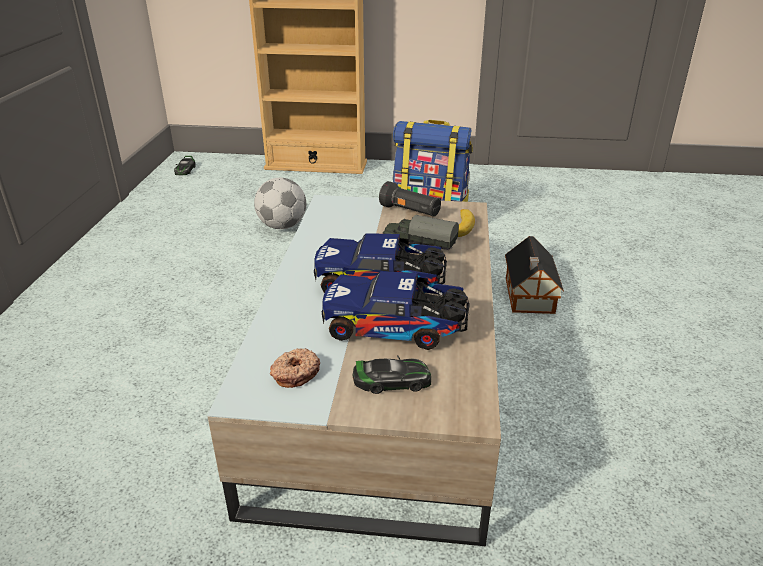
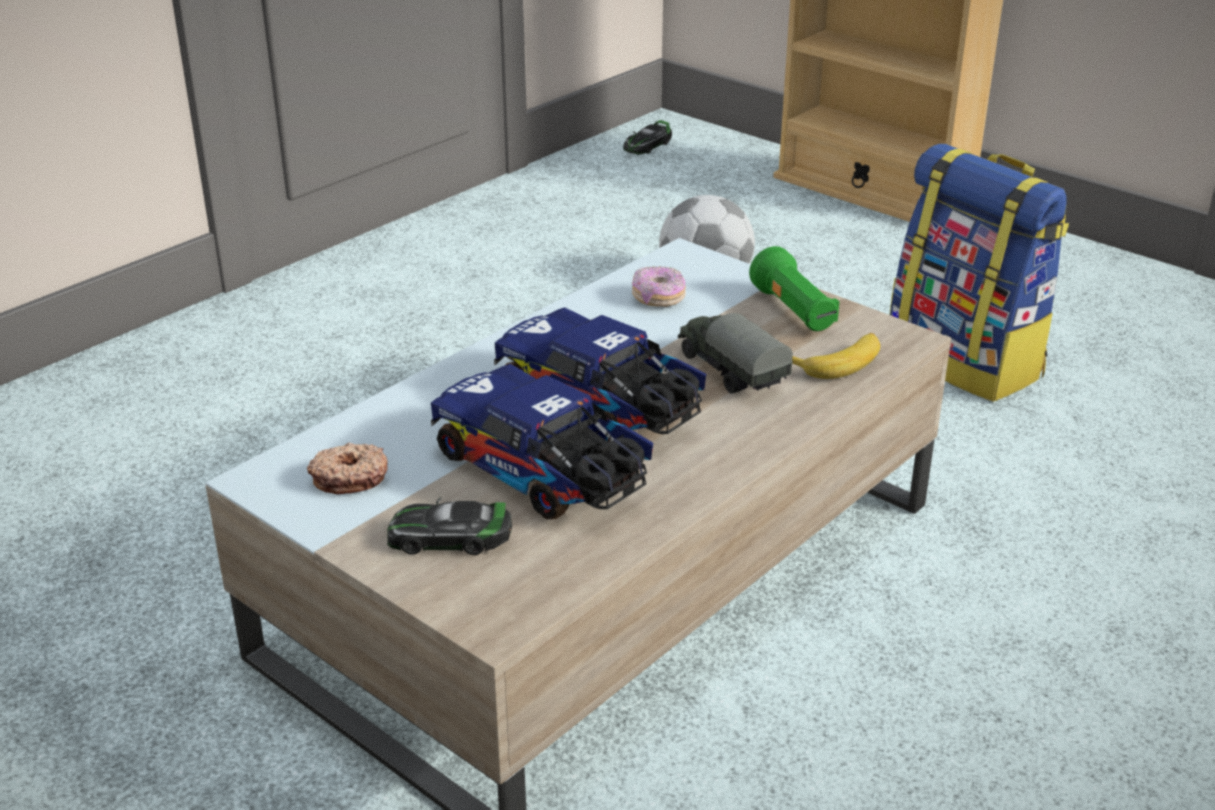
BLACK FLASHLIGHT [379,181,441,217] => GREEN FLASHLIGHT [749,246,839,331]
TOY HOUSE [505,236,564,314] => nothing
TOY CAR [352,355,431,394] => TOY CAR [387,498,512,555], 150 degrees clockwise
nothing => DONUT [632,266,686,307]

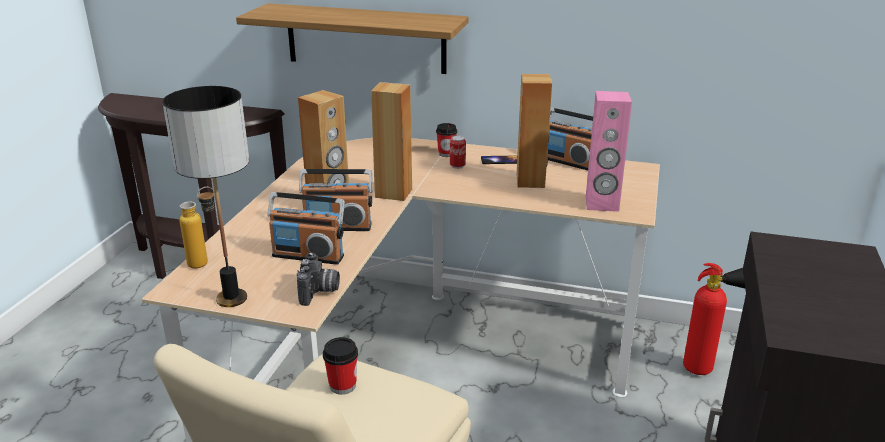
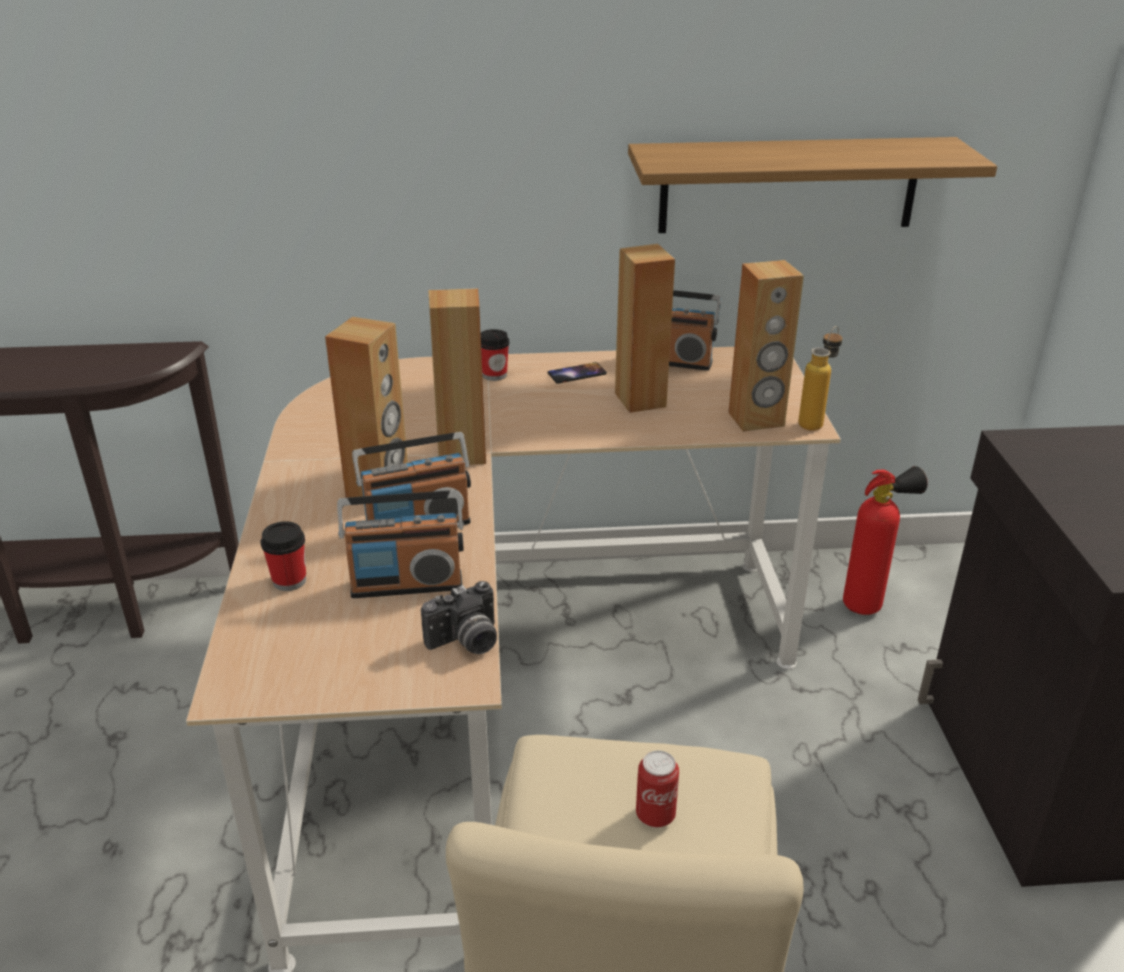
SHELF [236,3,469,74] => SHELF [628,137,997,233], move
TABLE LAMP [162,86,249,307] => nothing
PINK SPEAKER [586,91,632,212] => BROWN SPEAKER [728,260,804,432]
CAN [450,135,466,169] => CAN [636,750,679,828], move
BOTTLE [179,187,215,268] => BOTTLE [798,326,842,431], move
PHOTO CAMERA [297,252,340,306] => PHOTO CAMERA [421,581,497,654], 75 degrees clockwise
CUP [323,337,358,395] => CUP [260,521,306,591], move

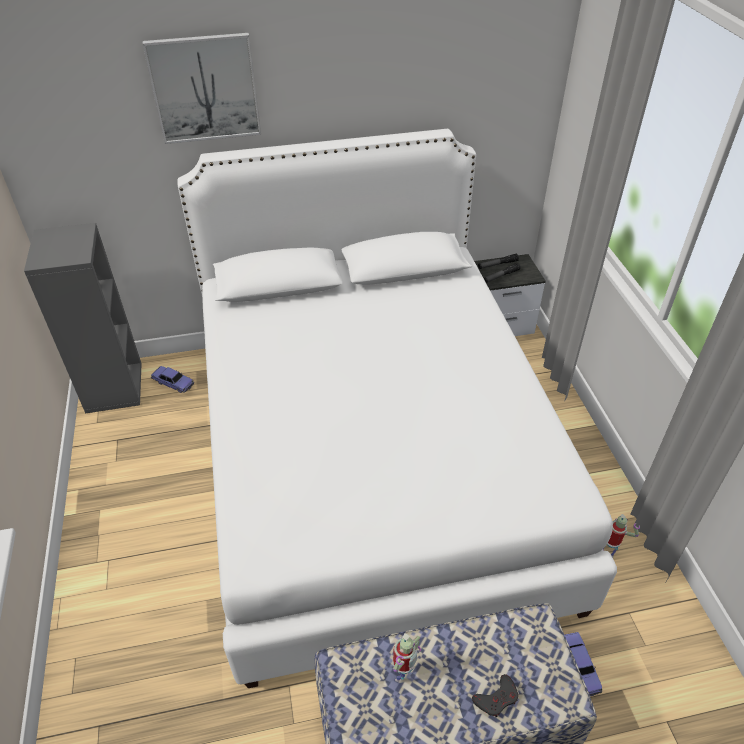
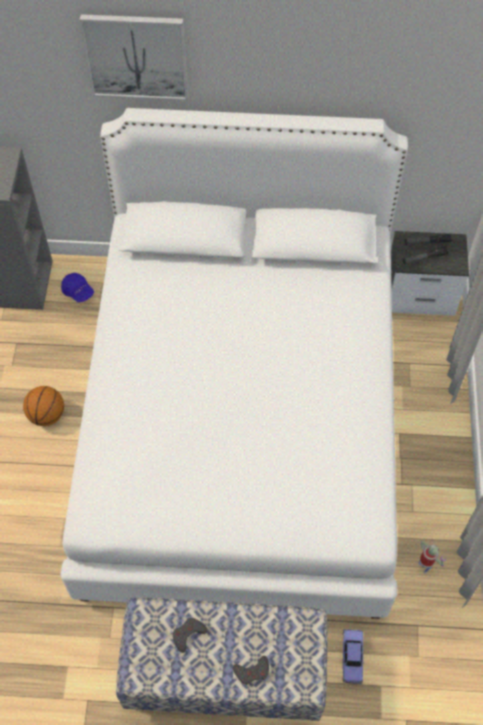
TOY CAR [151,366,195,393] => BLUE CAP [61,273,94,303]
TOY ROBOT [393,634,421,682] => GREY GAME CONTROLLER [173,618,207,653]
nothing => BASKETBALL [23,386,64,426]

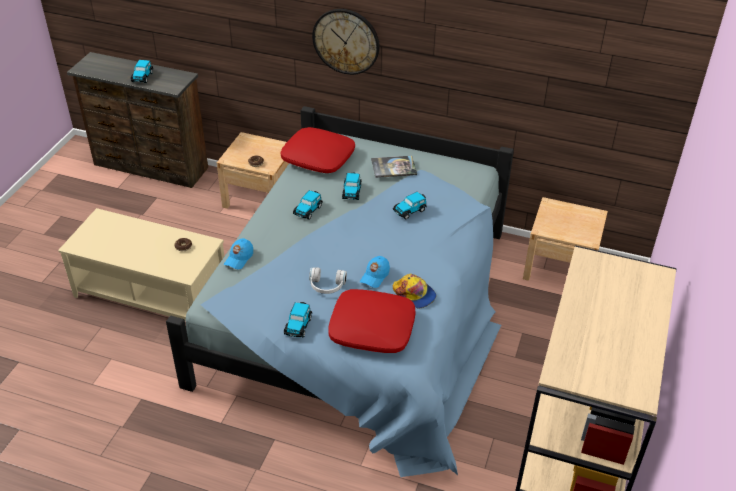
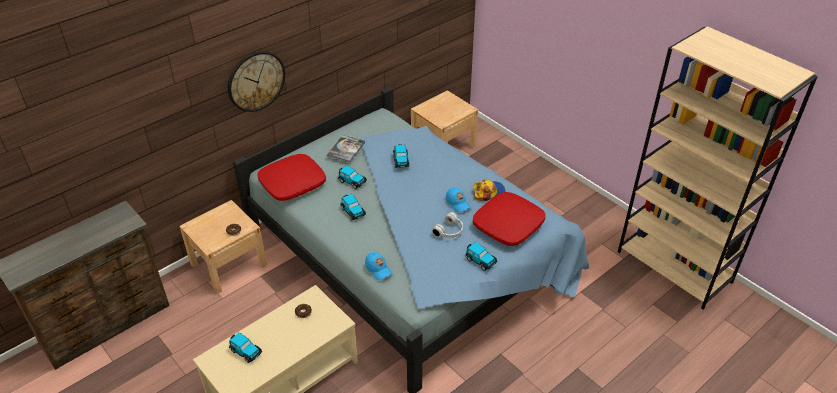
TOY CAR [130,60,153,83] => TOY CAR [229,332,262,363], move

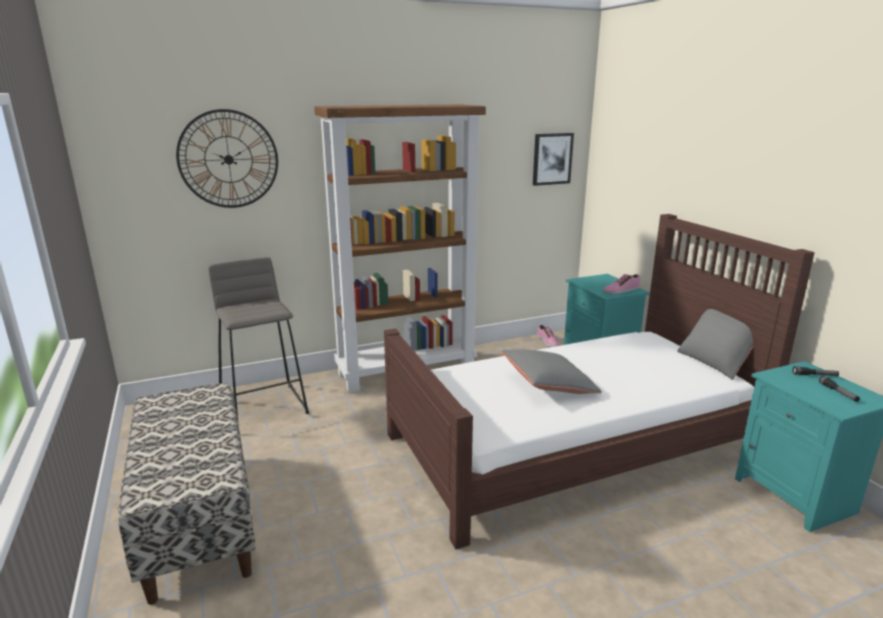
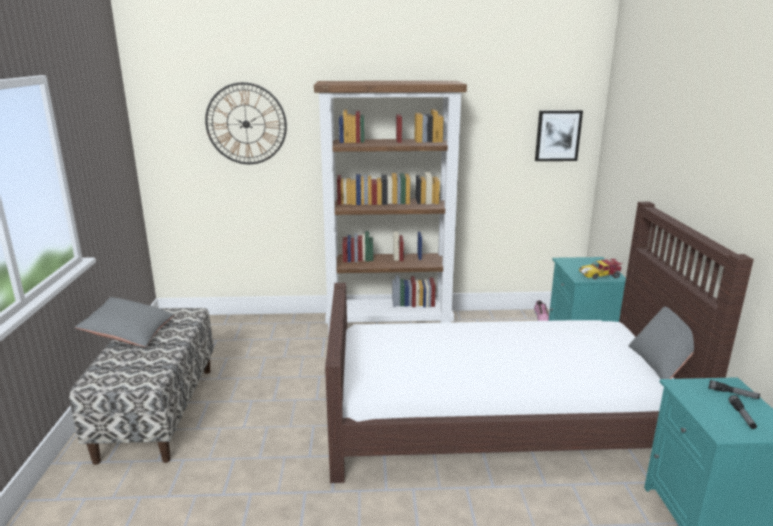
GREY STOOL [209,257,309,419] => nothing
SHOE [603,274,640,294] => TOY CAR [579,259,623,280]
GREY PILLOW [502,349,602,394] => GREY PILLOW [75,297,174,347], move

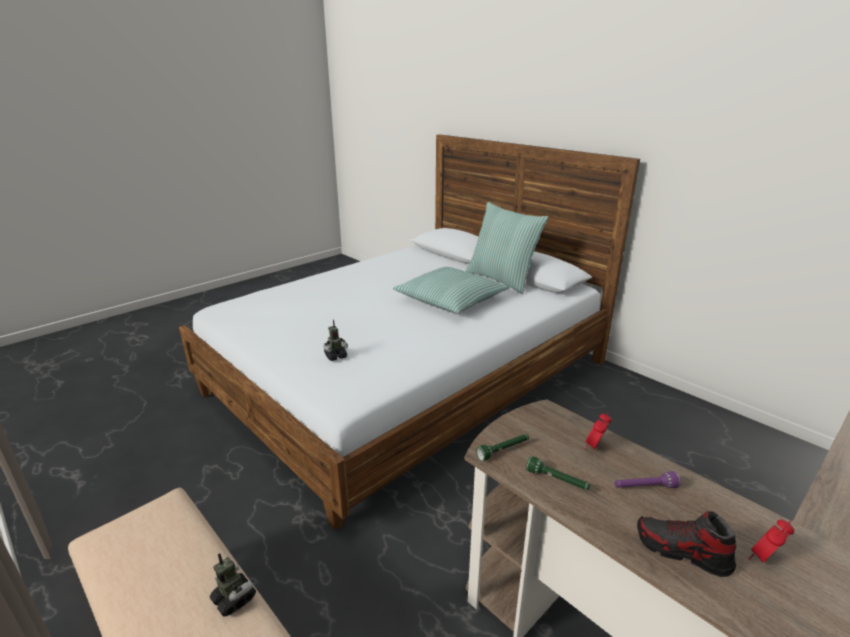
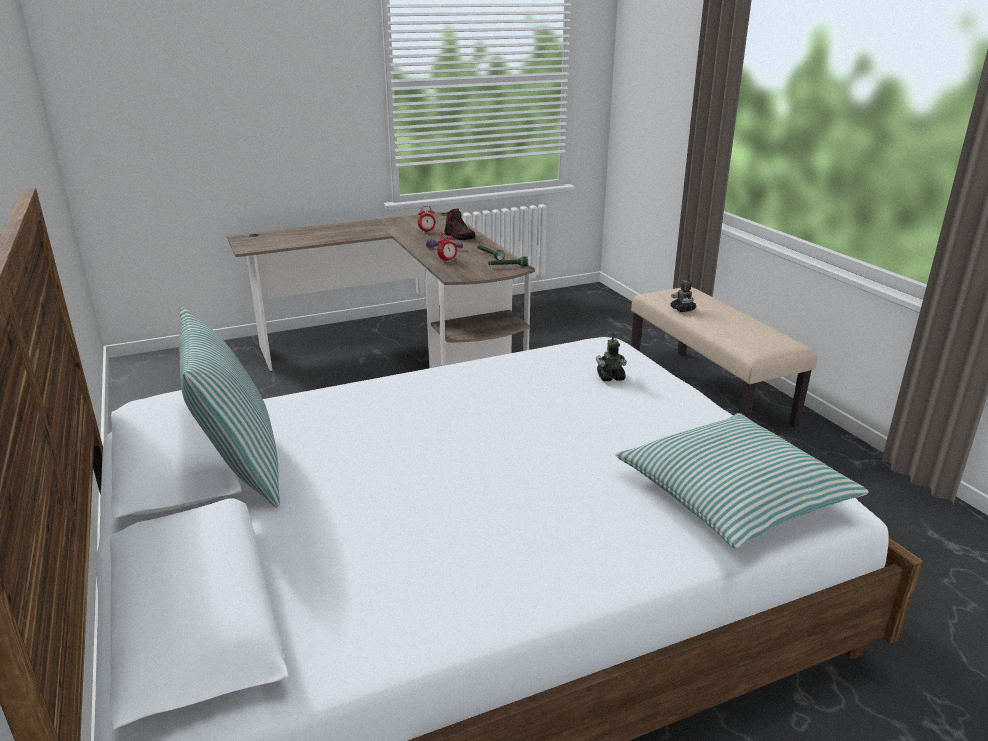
PILLOW [393,267,509,313] => PILLOW [616,413,869,548], move

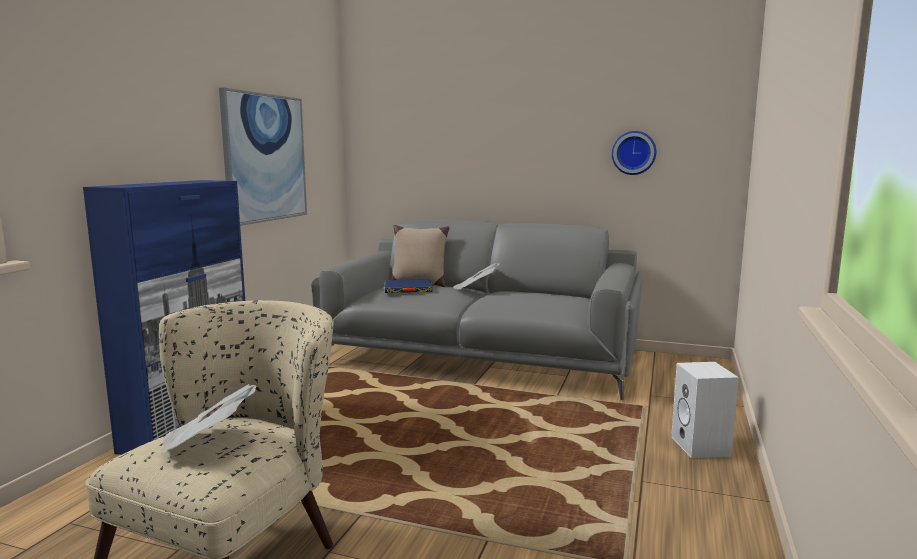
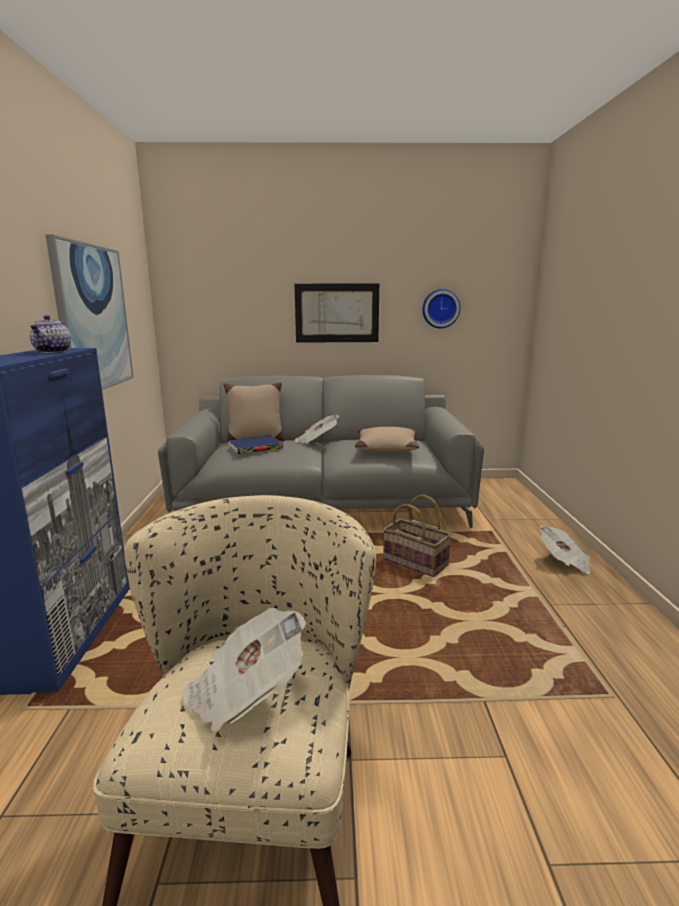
WHITE SPEAKER [671,362,739,458] => NEWSPAPER [540,525,591,574]
nothing => PICTURE [294,283,379,343]
nothing => TEAPOT [29,315,71,353]
nothing => BEIGE PILLOW [355,427,419,452]
nothing => BASKET [383,495,452,577]

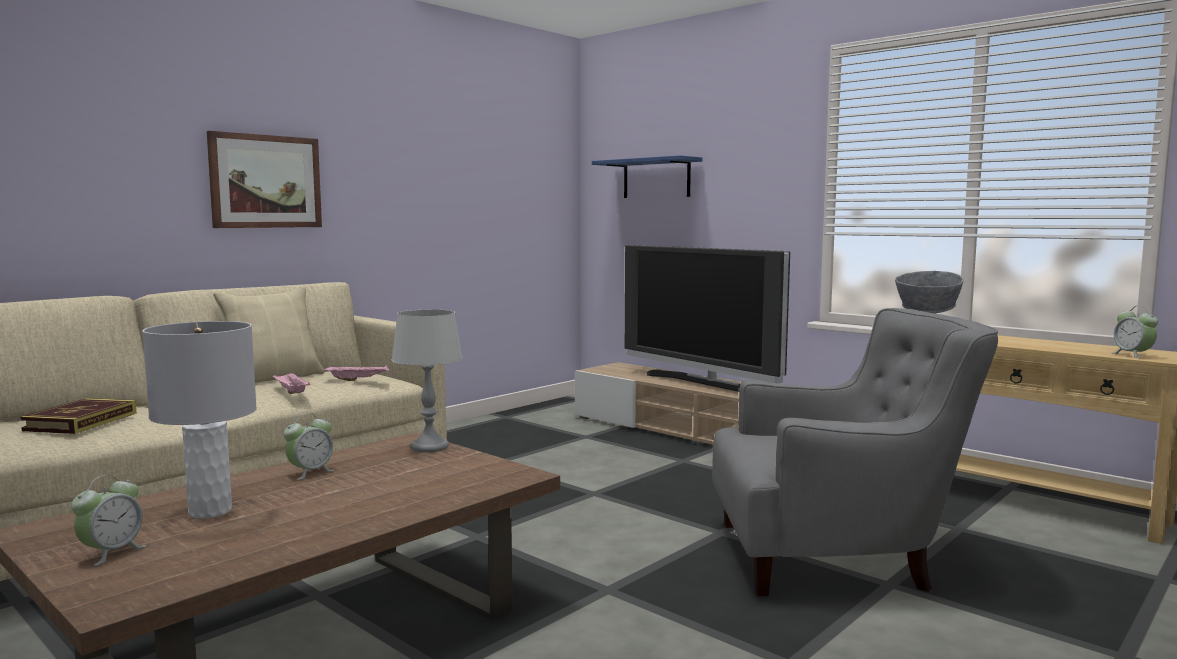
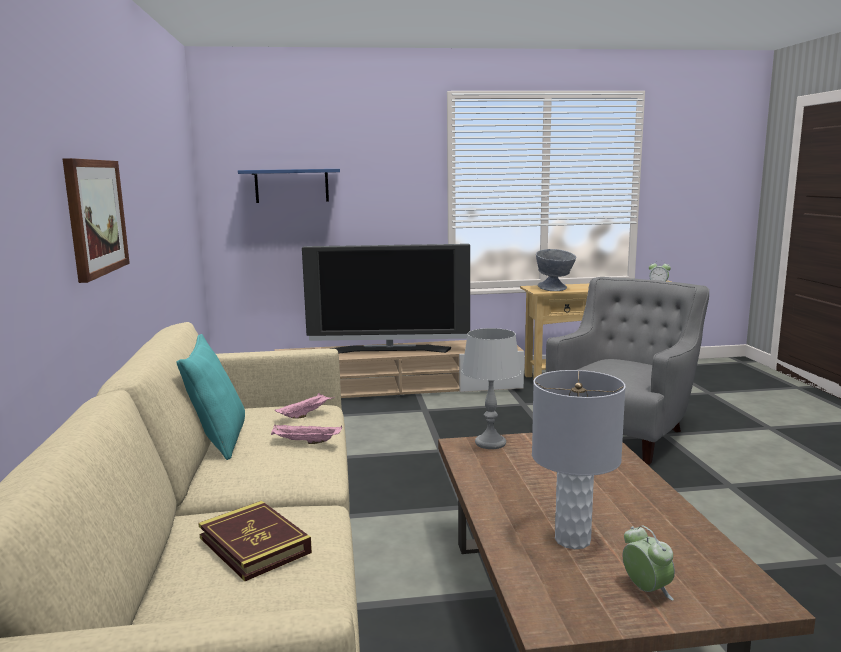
BEIGE PILLOW [213,287,325,383] => TURQUOISE PILLOW [177,334,245,460]
ALARM CLOCK [283,413,335,480] => nothing

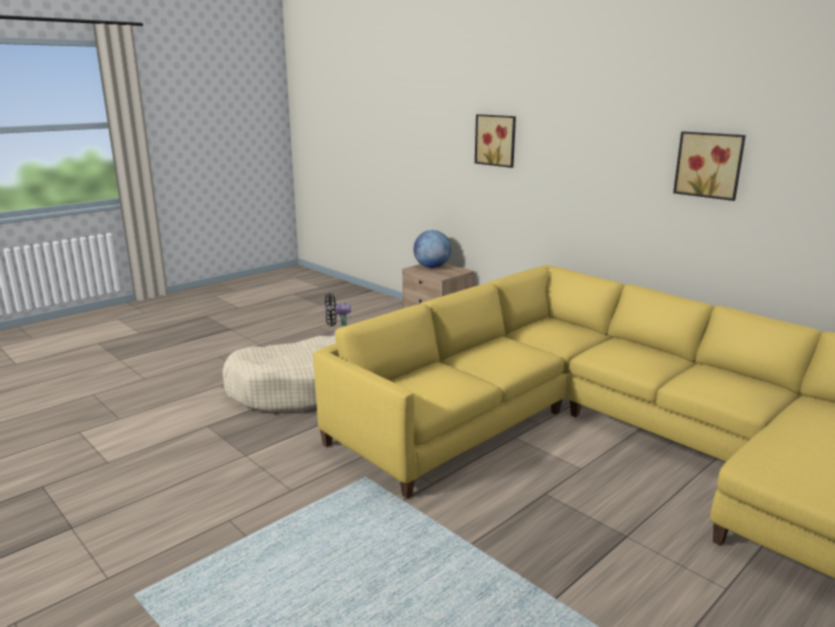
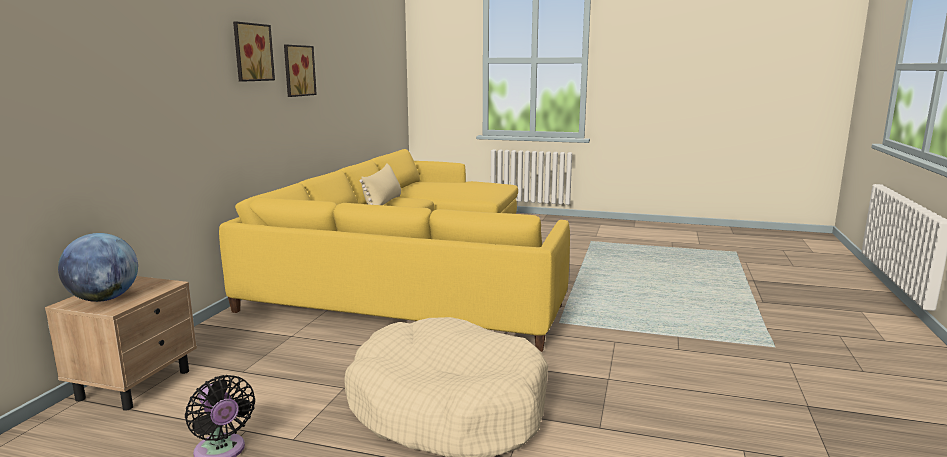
PICTURE [475,114,516,168] => PICTURE [233,21,275,82], move
nothing => BEIGE PILLOW [359,163,401,205]

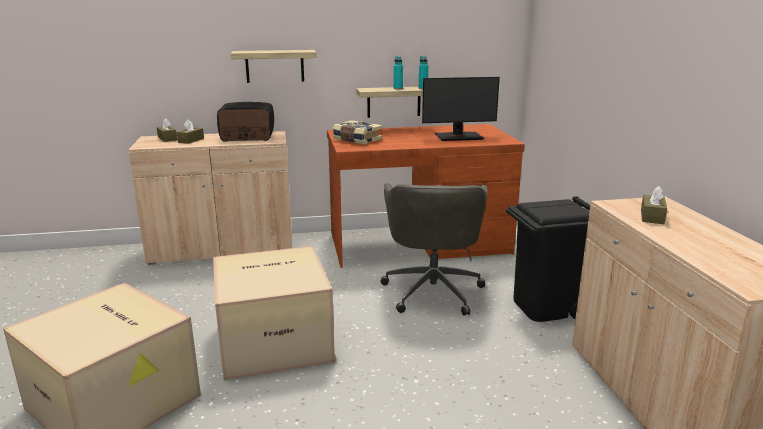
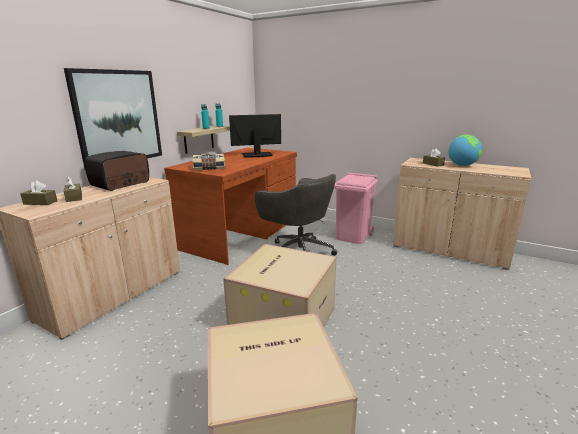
SHELF [231,50,317,83] => PICTURE [64,68,162,171]
MONITOR [422,77,500,141] => MONITOR [229,114,281,158], 135 degrees counterclockwise
BLACK TRASH CAN [506,196,590,322] => PINK TRASH CAN [334,172,378,244]
nothing => GLOBE [448,135,482,166]

